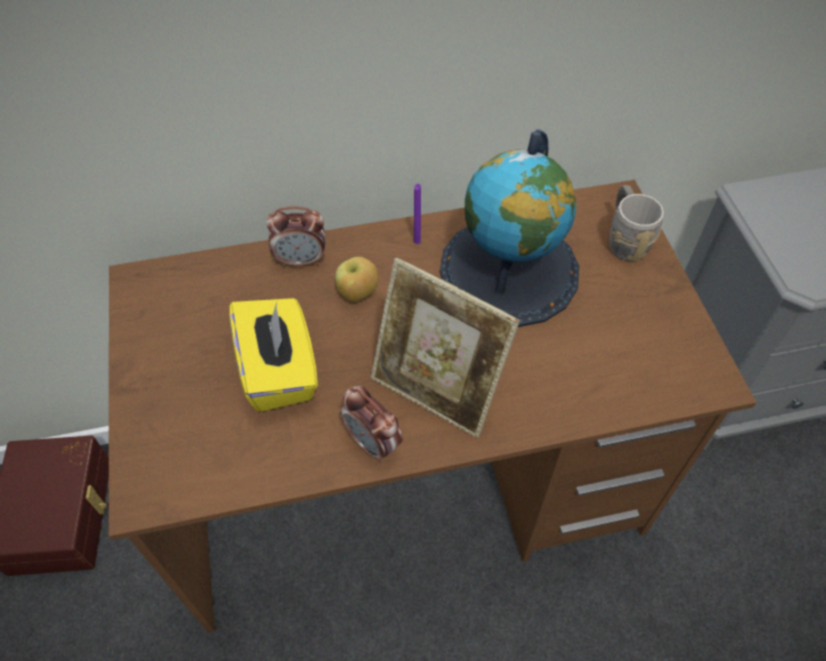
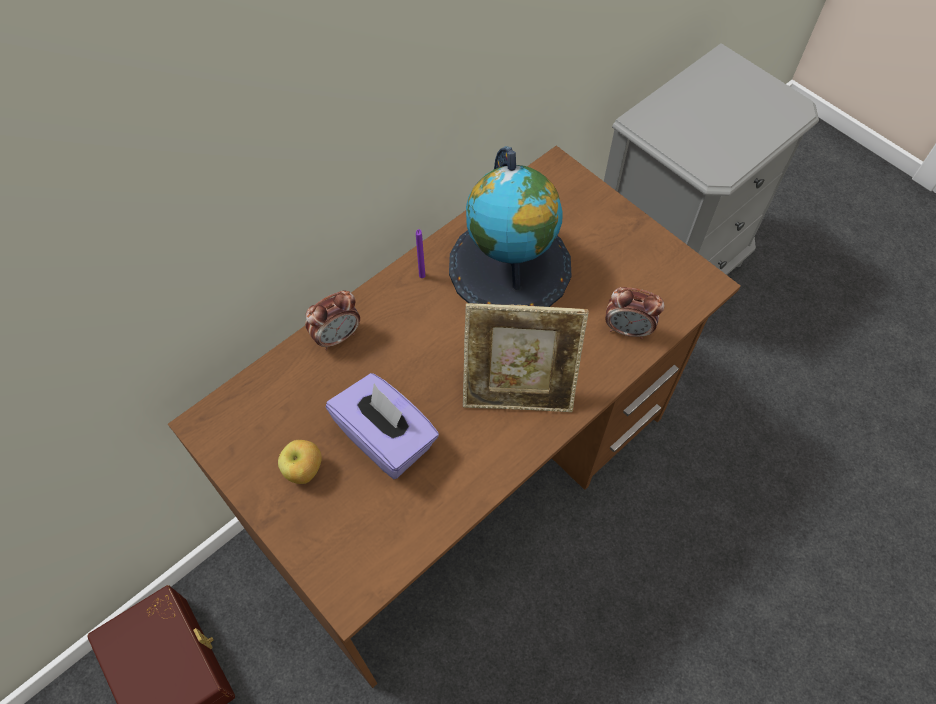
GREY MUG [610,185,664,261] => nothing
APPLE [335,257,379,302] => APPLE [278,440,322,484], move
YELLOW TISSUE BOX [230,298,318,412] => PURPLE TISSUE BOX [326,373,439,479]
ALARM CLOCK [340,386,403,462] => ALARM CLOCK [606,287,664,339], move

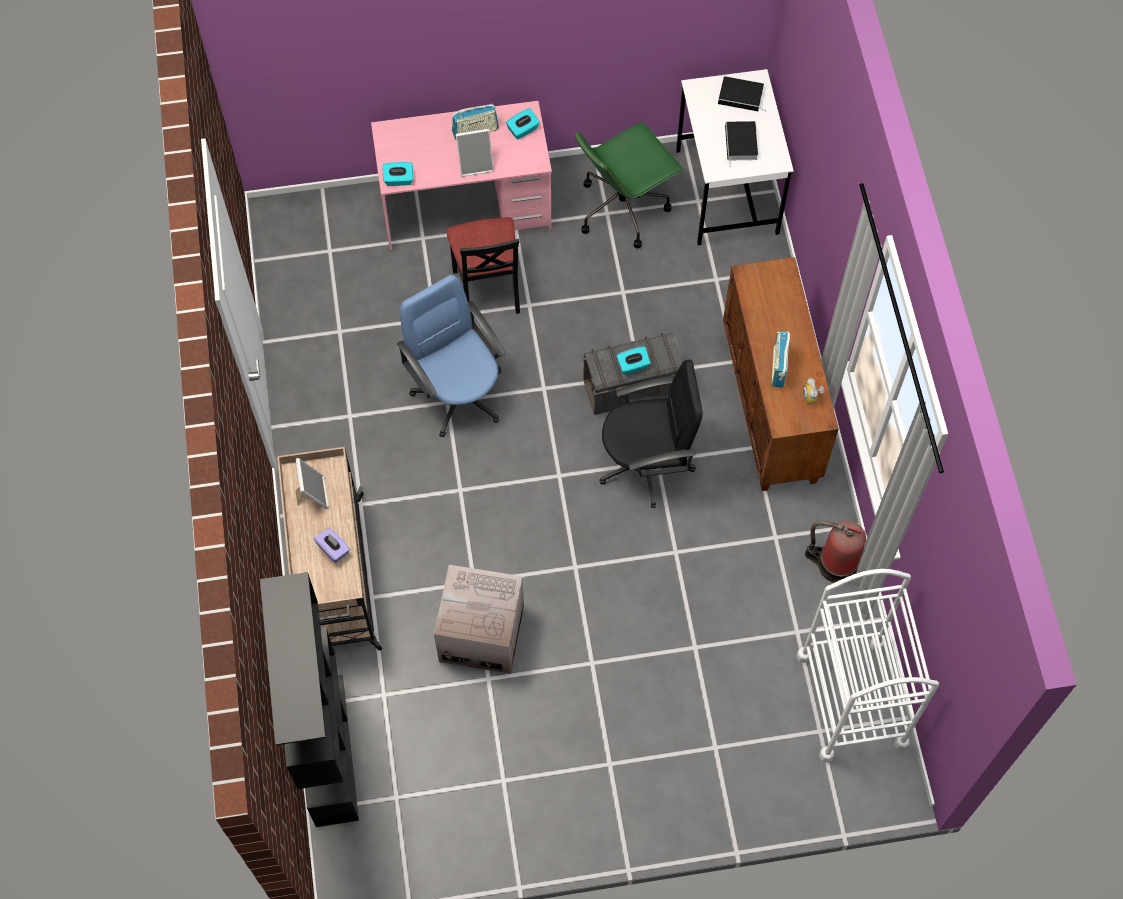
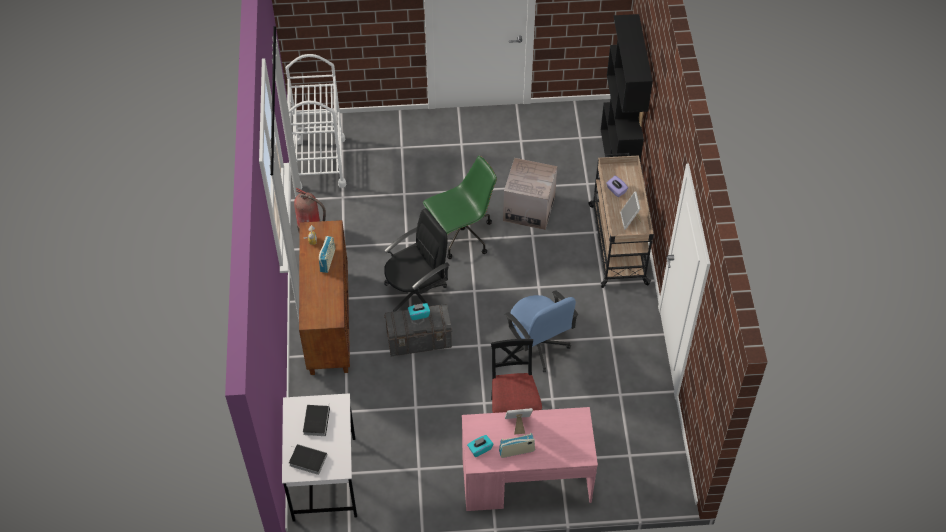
GREEN OFFICE CHAIR [575,122,684,248] => GREEN OFFICE CHAIR [423,156,497,259], move
TURQUOISE TISSUE BOX [382,162,413,186] => nothing
BLACK OFFICE CHAIR [599,360,703,508] => BLACK OFFICE CHAIR [384,208,449,312], 150 degrees clockwise

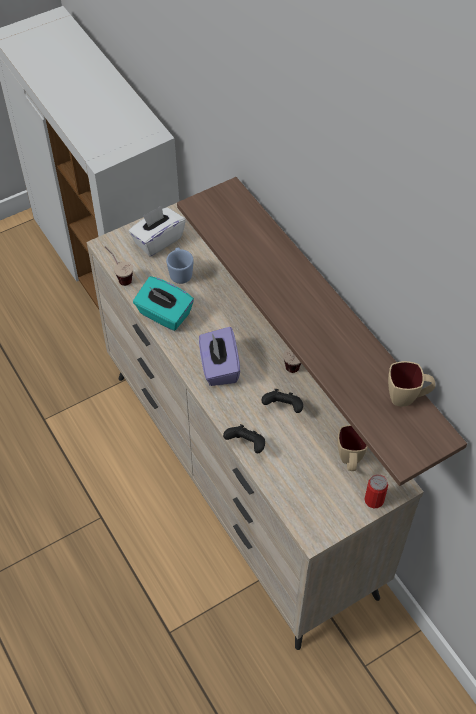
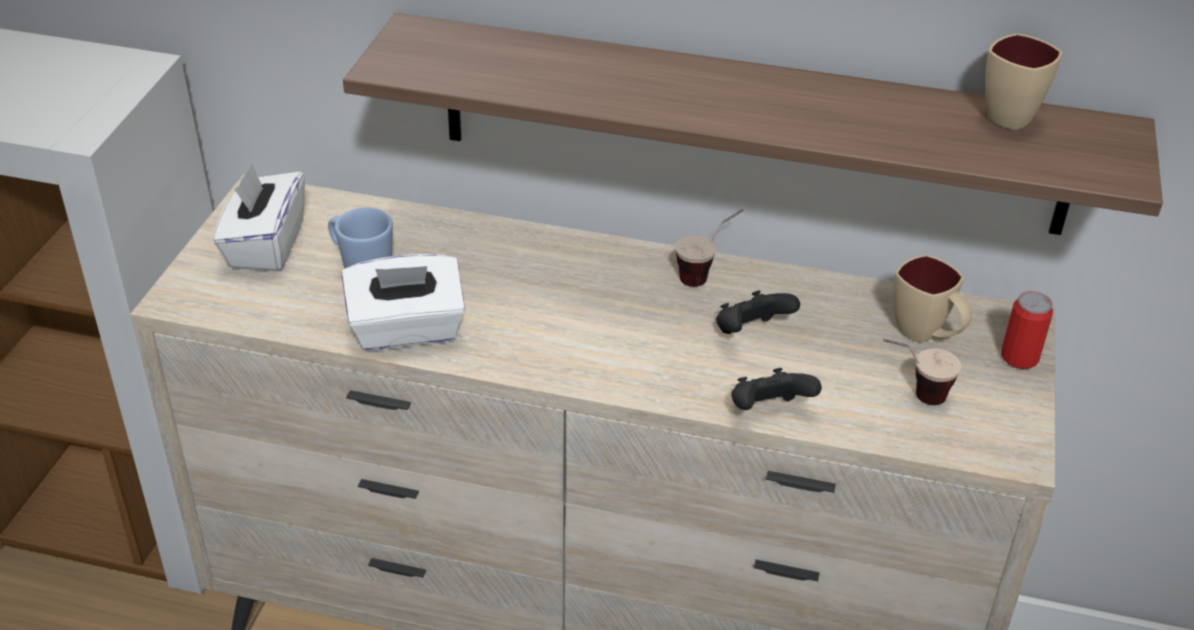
CUP [105,247,133,286] => CUP [883,339,961,405], move
TURQUOISE TISSUE BOX [133,276,194,331] => WHITE TISSUE BOX [342,254,465,350]
PURPLE TISSUE BOX [199,327,240,386] => nothing

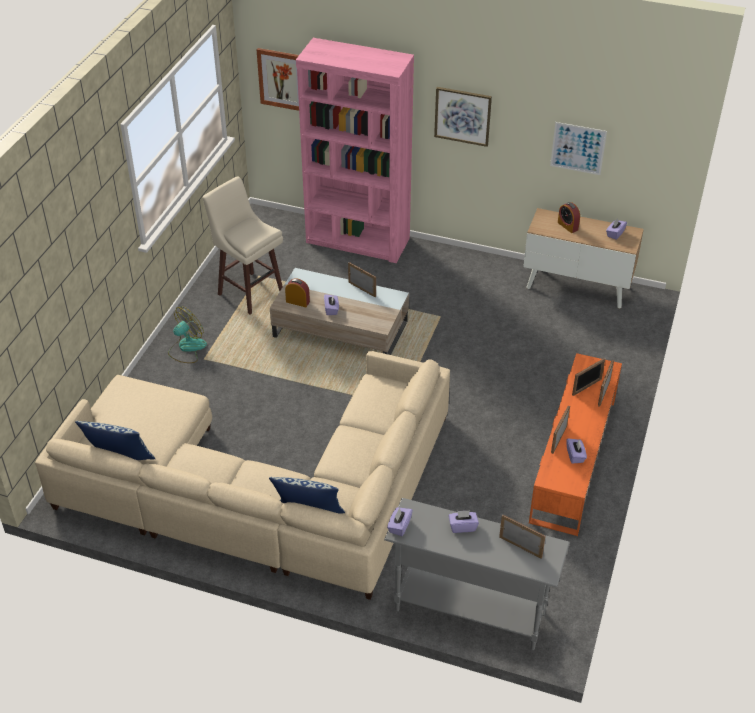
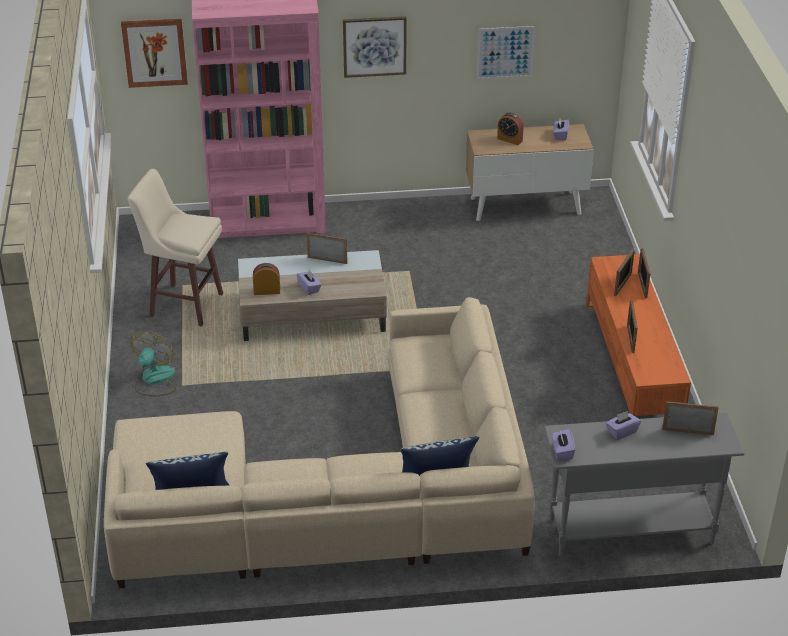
PURPLE TISSUE BOX [567,438,587,464] => nothing

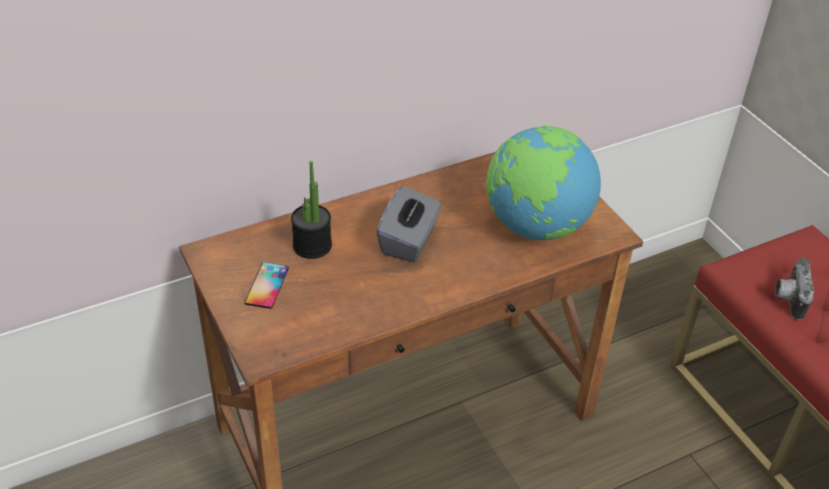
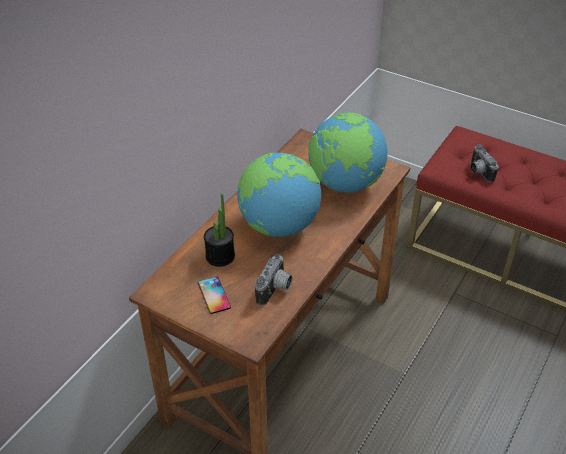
GREY TISSUE BOX [376,186,442,262] => GLOBE [237,152,321,237]
nothing => PHOTO CAMERA [255,254,292,306]

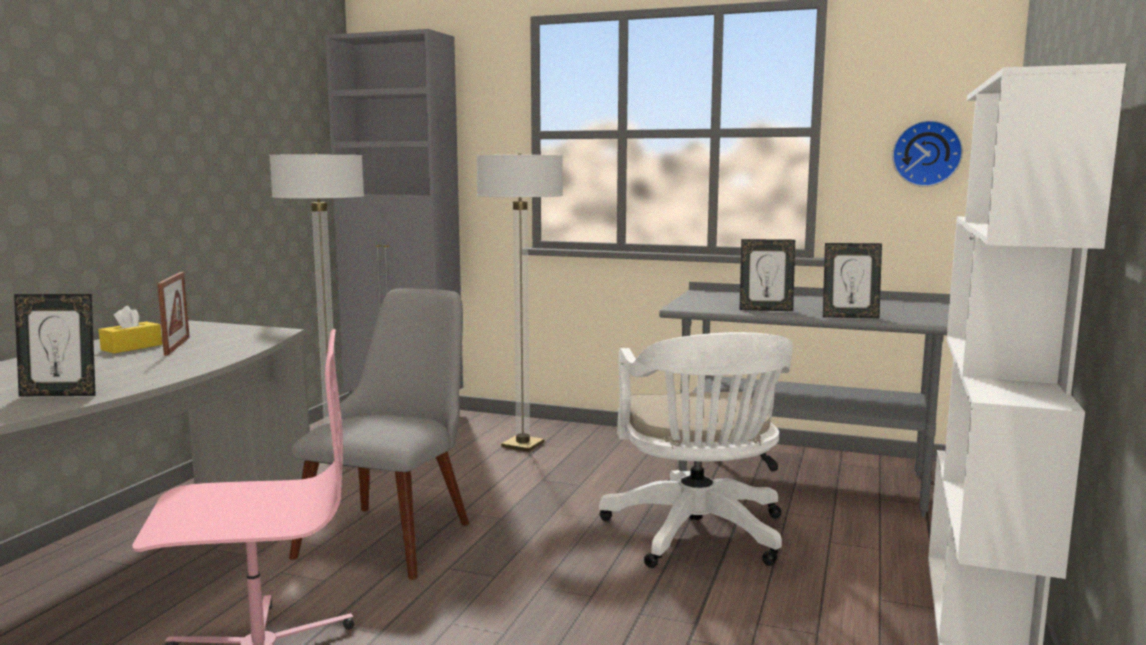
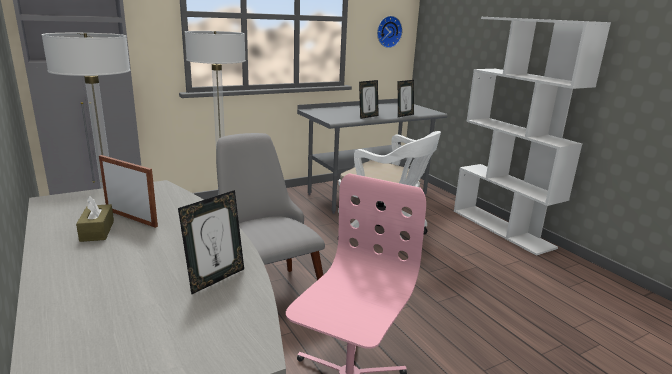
YELLOW TISSUE BOX [98,306,162,354] => BROWN TISSUE BOX [76,196,114,242]

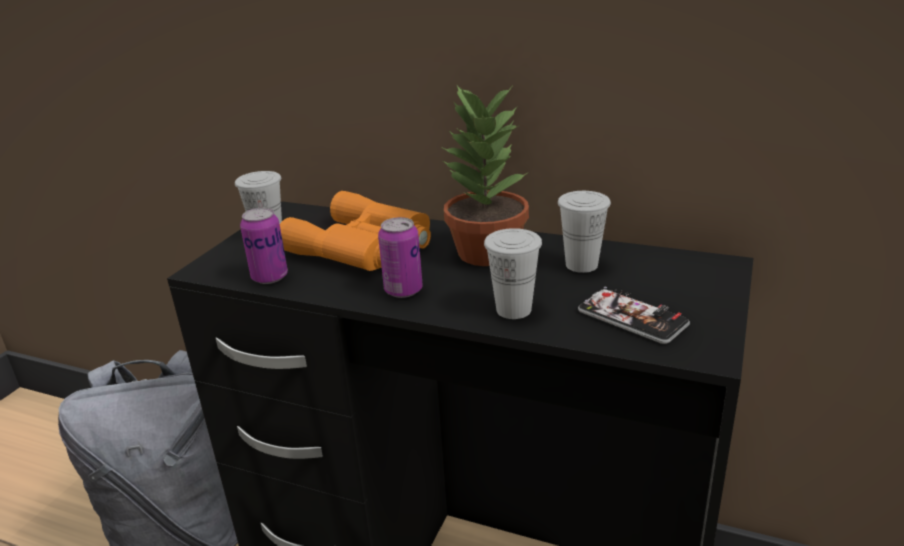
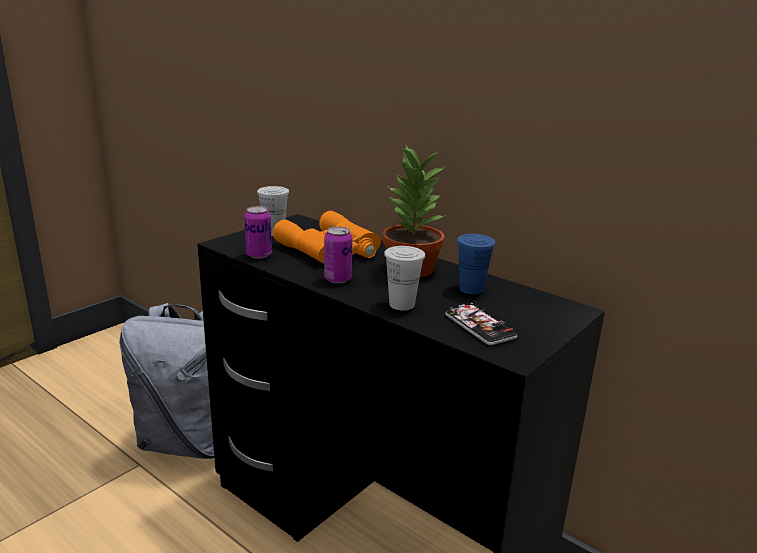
WHITE CUP [558,191,611,273] => BLUE CUP [457,234,496,294]

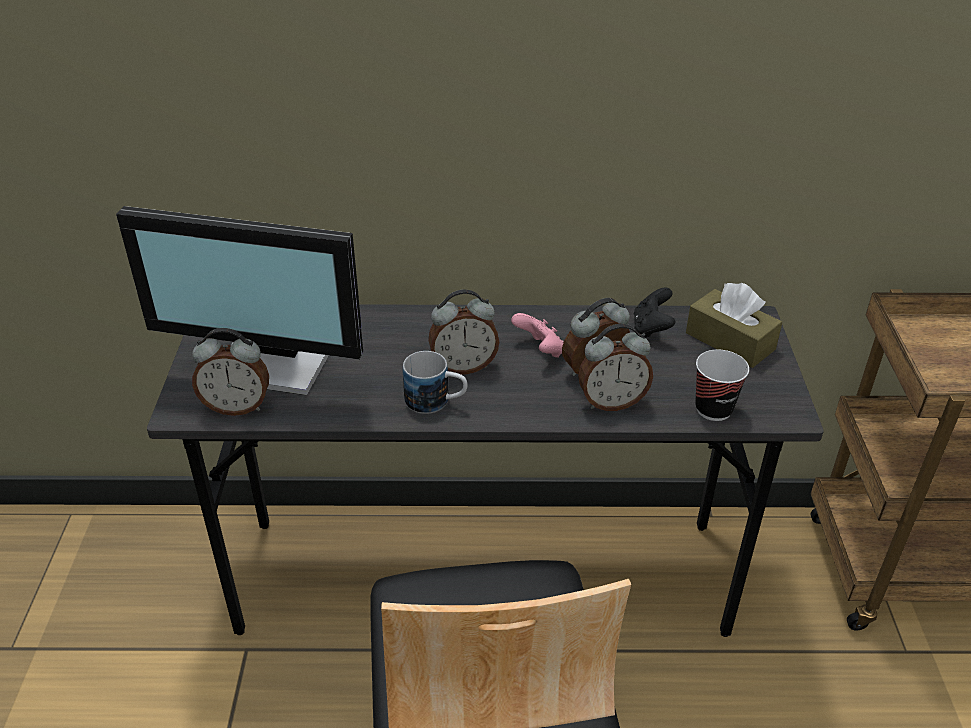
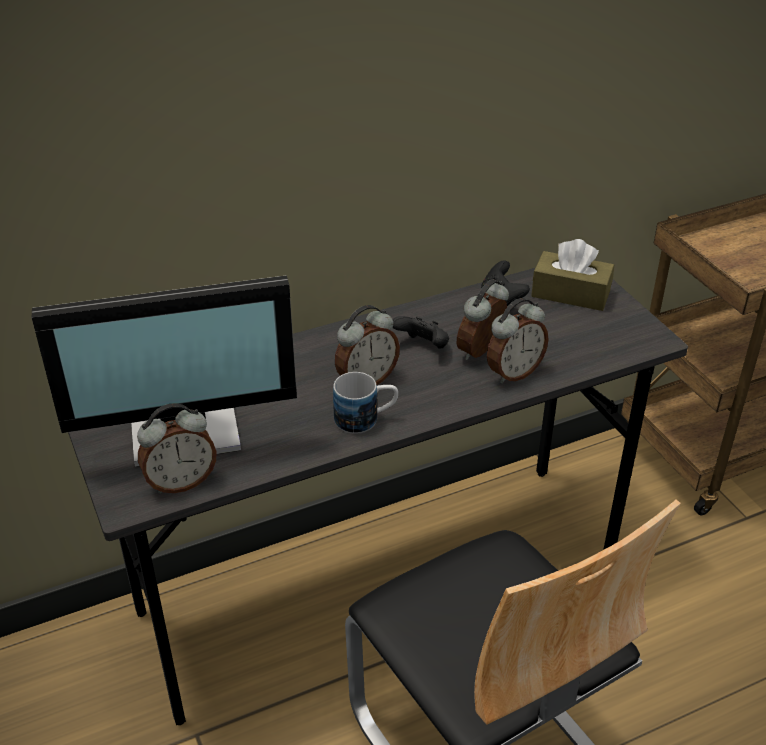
PINK GAME CONTROLLER [511,313,564,358] => BLACK GAME CONTROLLER [393,316,449,348]
CUP [695,350,749,421] => nothing

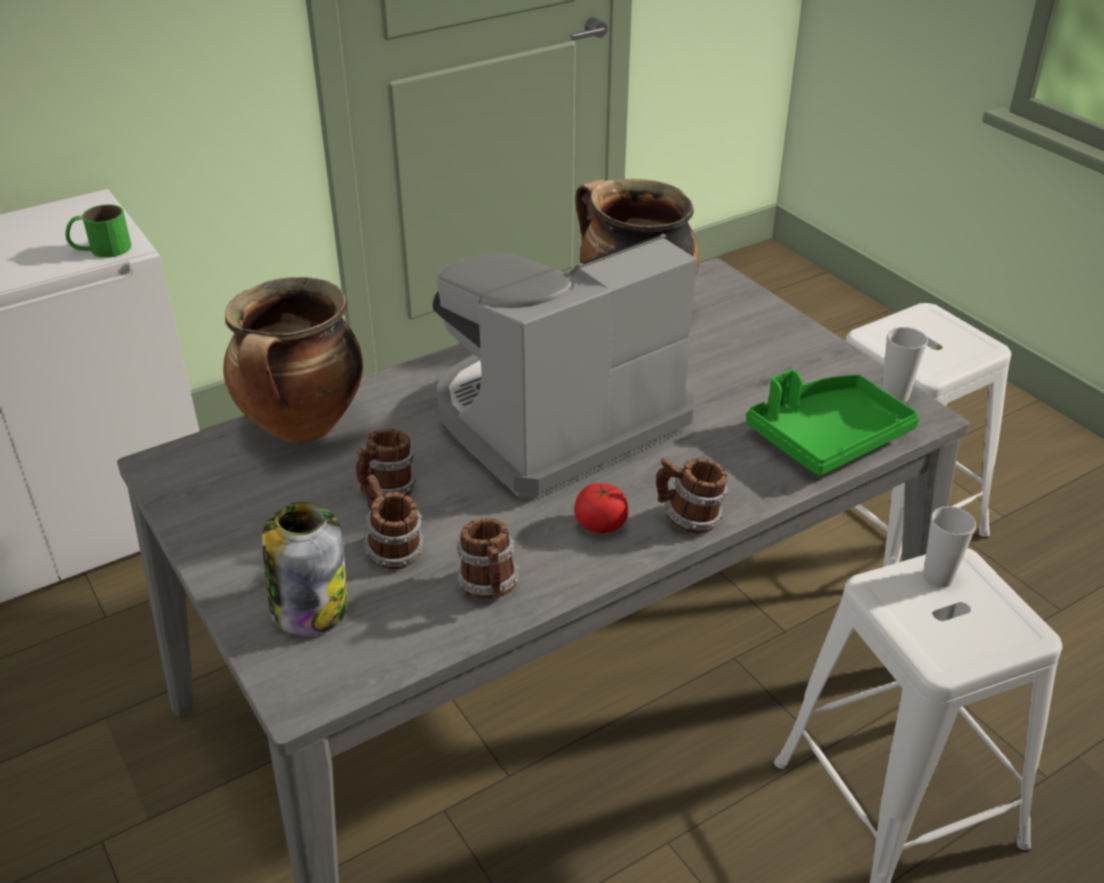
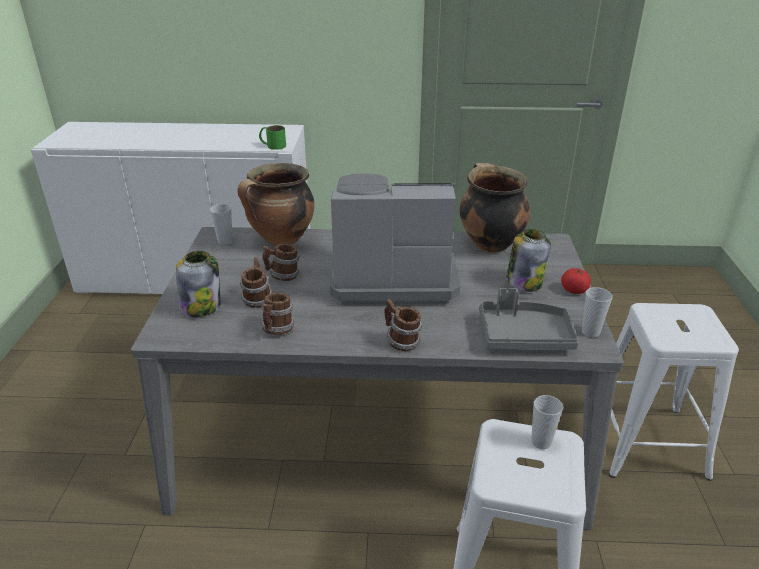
GREEN TRAY [746,369,920,476] => GREY TRAY [479,288,579,350]
TOMATO [574,483,629,534] => TOMATO [561,268,591,294], move
nothing => CUP [210,204,233,245]
nothing => JAR [506,229,551,292]

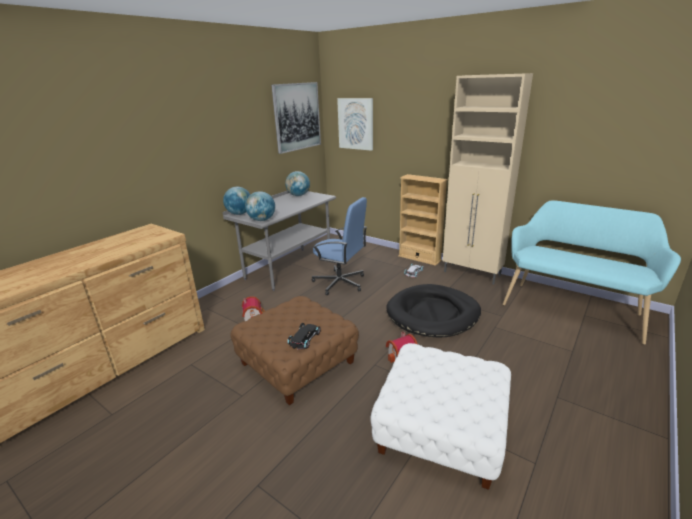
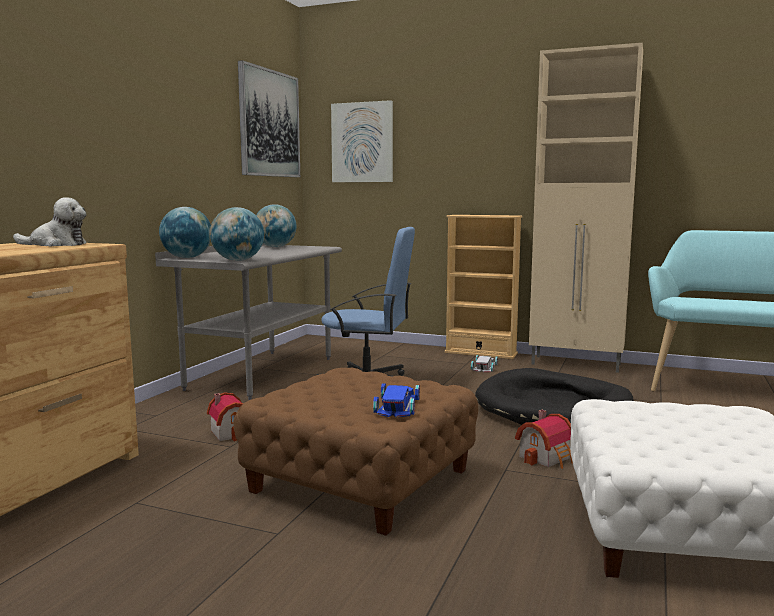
BLACK TOY CAR [287,323,321,350] => BLUE TOY CAR [373,383,420,417]
nothing => PLUSH TOY [13,197,87,247]

